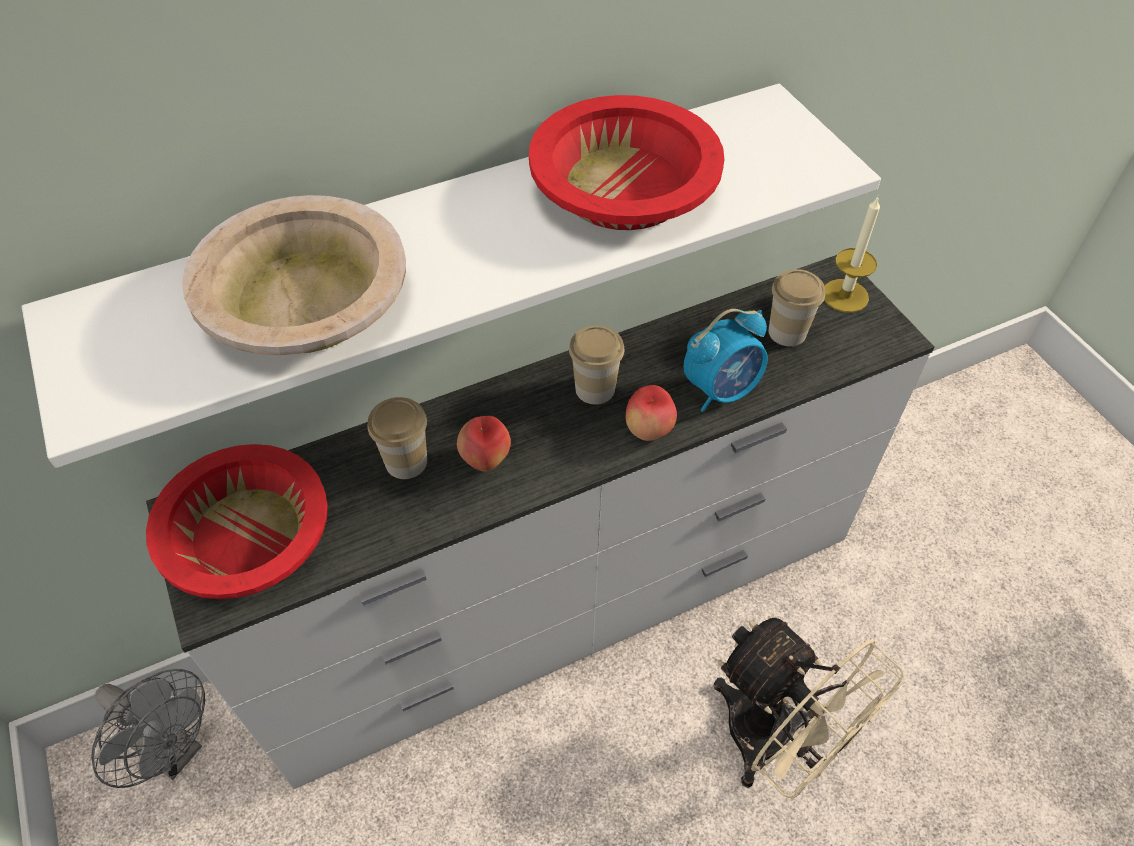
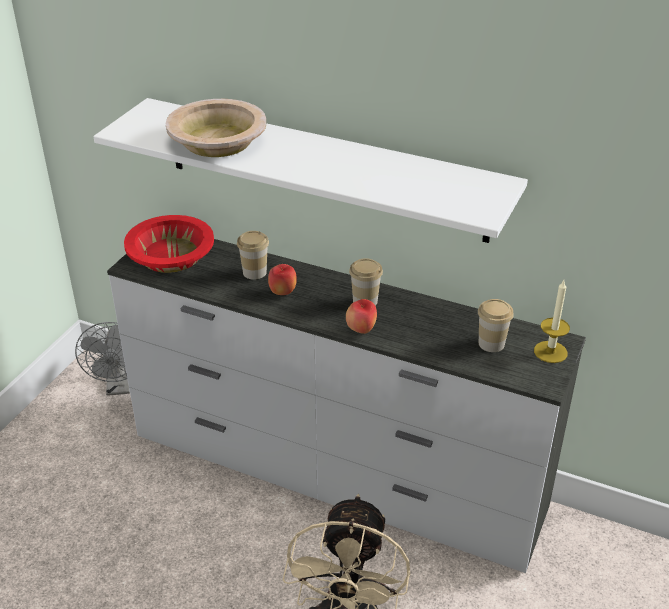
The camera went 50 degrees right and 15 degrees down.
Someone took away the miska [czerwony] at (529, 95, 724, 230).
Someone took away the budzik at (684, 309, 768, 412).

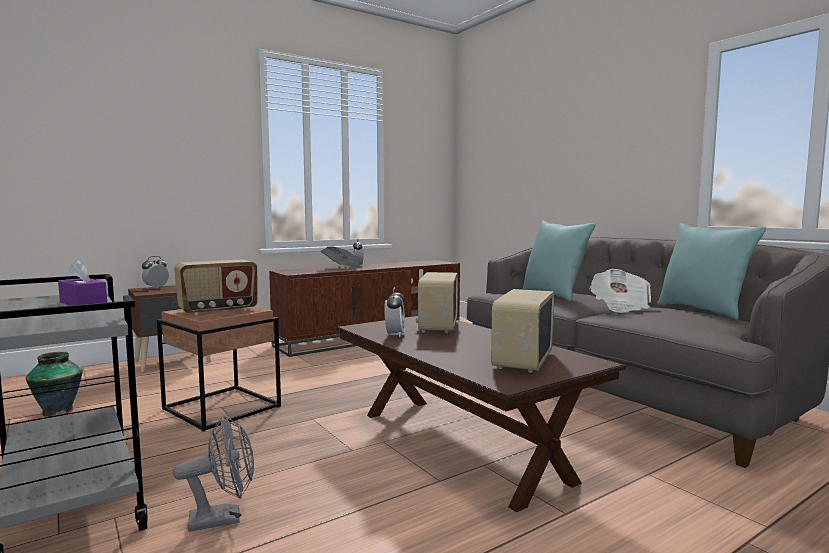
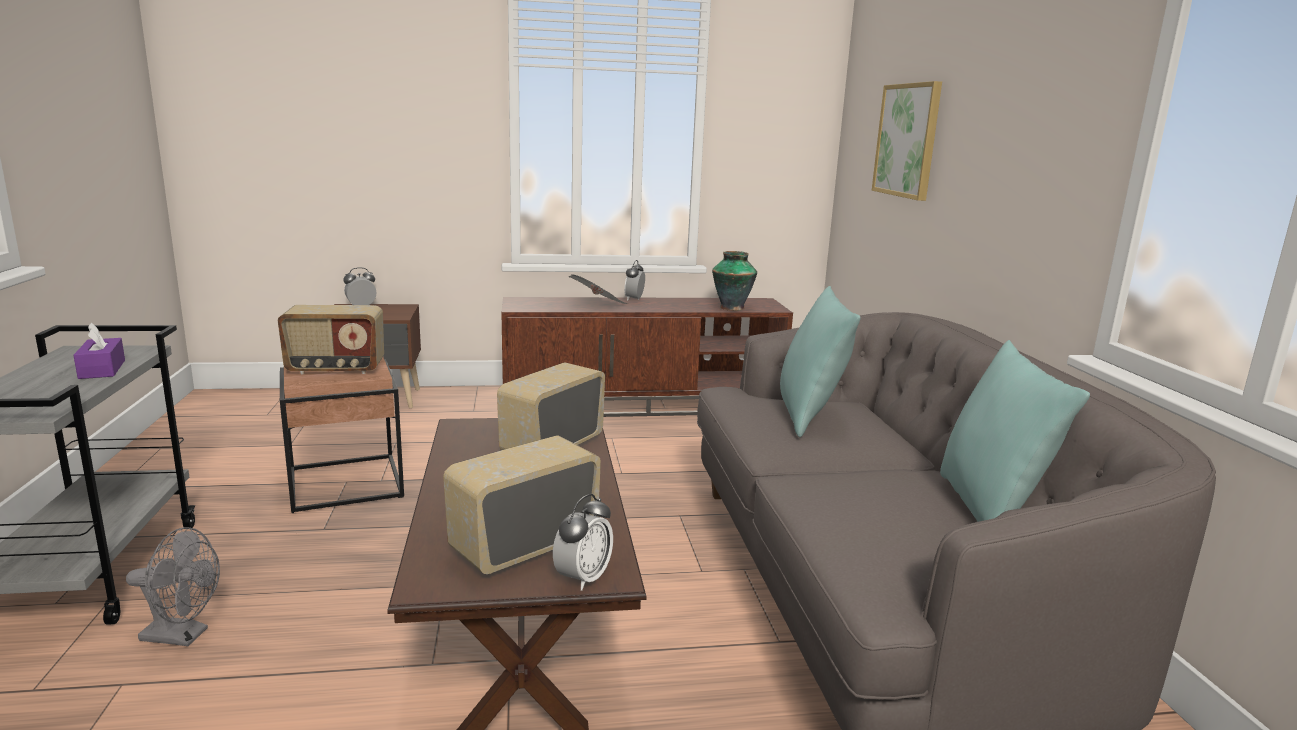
The camera went 25 degrees right and 10 degrees up.
Someone took away the gazeta at (589, 269, 651, 313).
Someone carried the budzik from (384, 287, 405, 337) to (553, 494, 613, 591).
Someone carried the wazon from (26, 352, 83, 417) to (712, 251, 757, 311).
Someone put up the obraz at (872, 81, 942, 201).

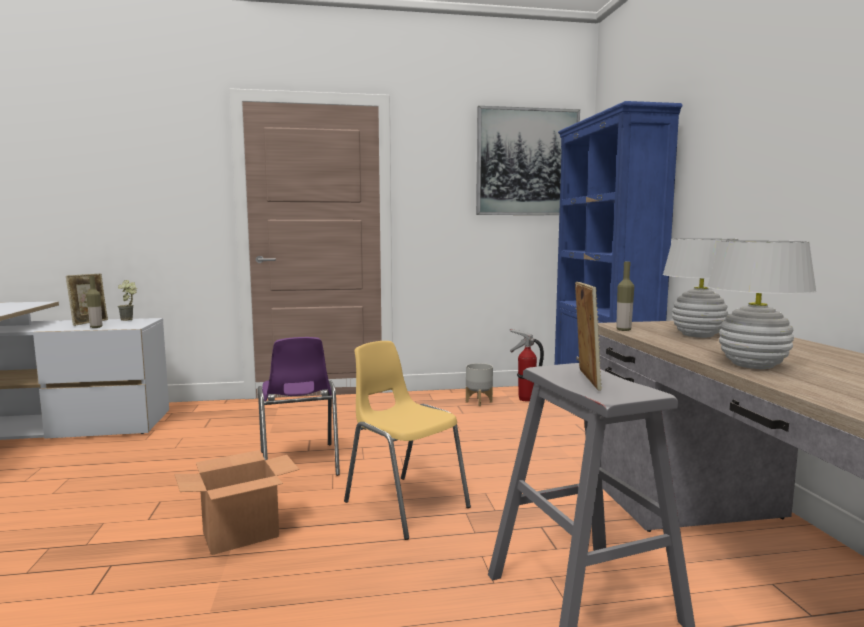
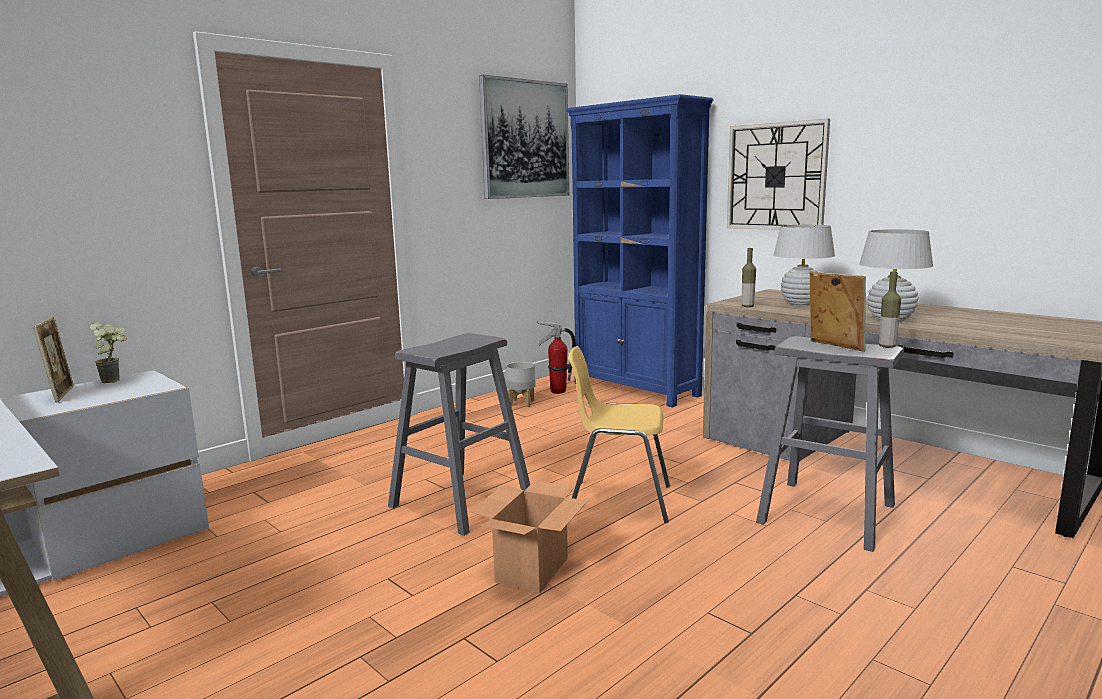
The camera went 35 degrees left and 5 degrees up.
Someone carried the butelka from (86, 276, 102, 328) to (879, 272, 901, 348).
Someone swapped the krzesło [fioletowy] at (258, 337, 340, 476) for the stołek [szary] at (388, 333, 530, 536).
Someone put up the zegar ścienny at (727, 119, 830, 230).

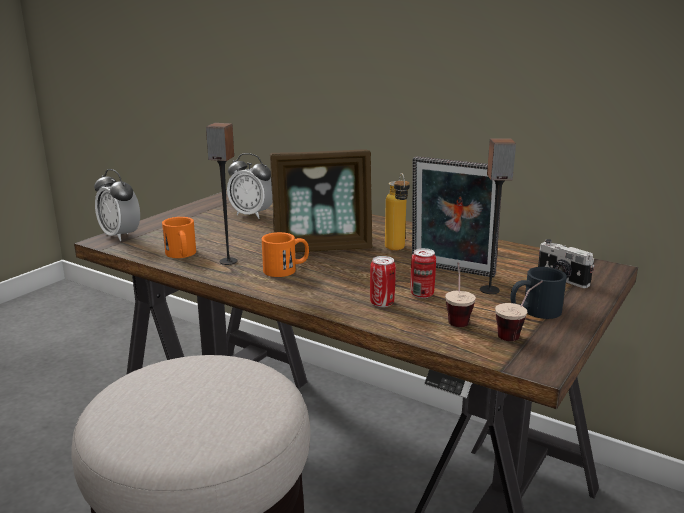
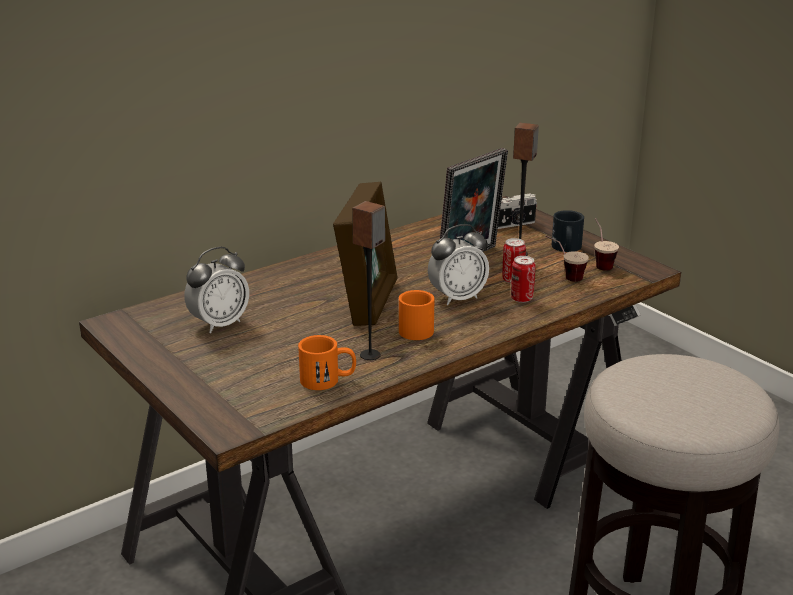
The camera went 70 degrees left and 5 degrees up.
Someone carried the budzik from (94, 169, 140, 241) to (428, 224, 489, 305).
Someone took away the butelka at (385, 173, 410, 250).

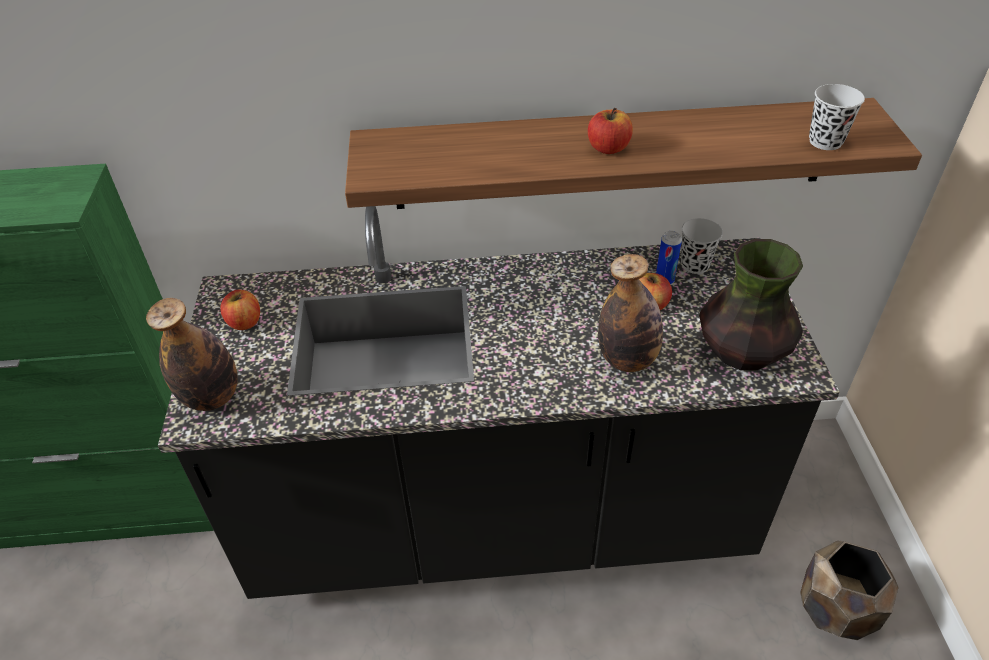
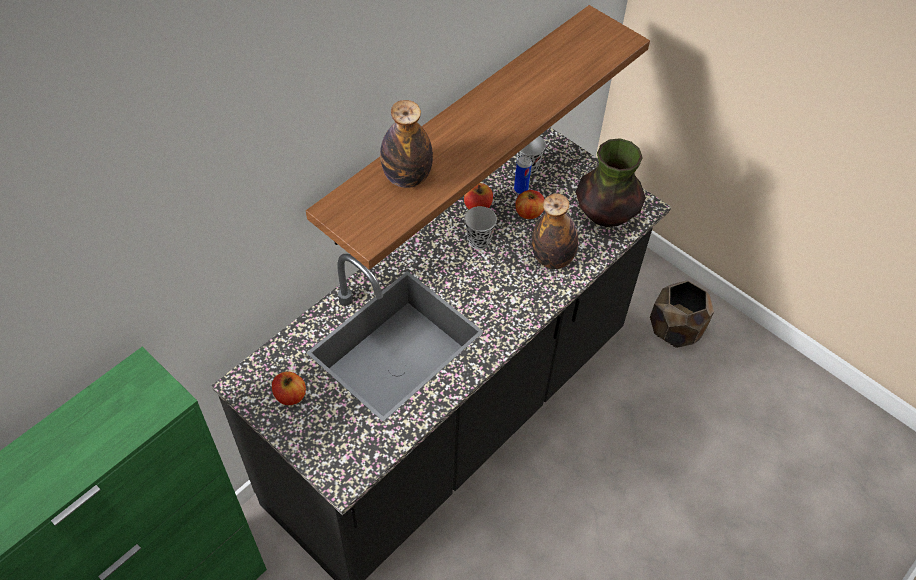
The camera went 45 degrees left and 10 degrees up.
Someone carried the filiżanka [czarny] from (809, 84, 865, 150) to (464, 206, 497, 249).
Someone carried the jabłko from (588, 108, 633, 154) to (464, 183, 493, 209).
Someone carried the butelka from (146, 298, 238, 411) to (380, 100, 433, 188).

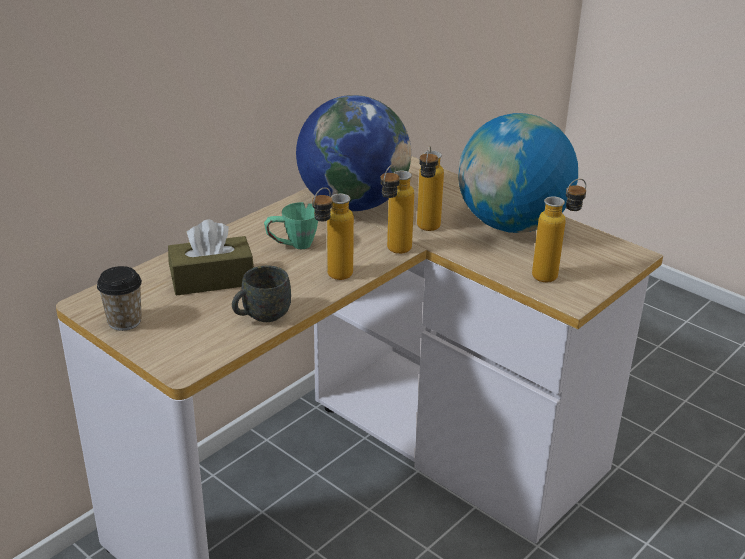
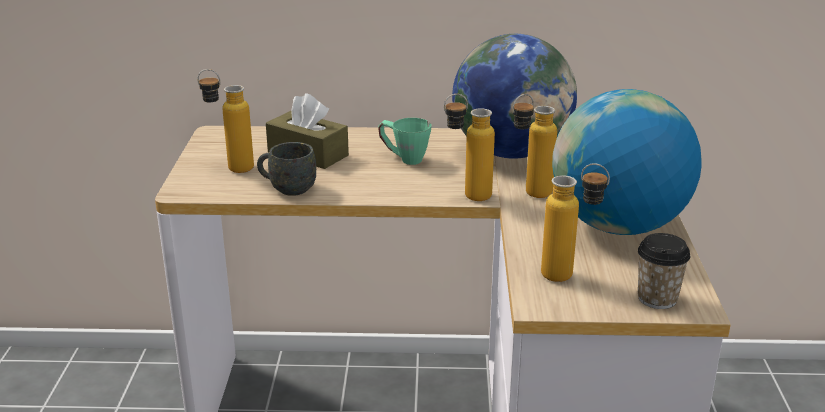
The camera went 50 degrees right and 5 degrees down.
Someone carried the butelka from (312, 187, 354, 280) to (197, 69, 254, 173).
Someone carried the filiżanka from (97, 266, 142, 331) to (638, 233, 690, 309).

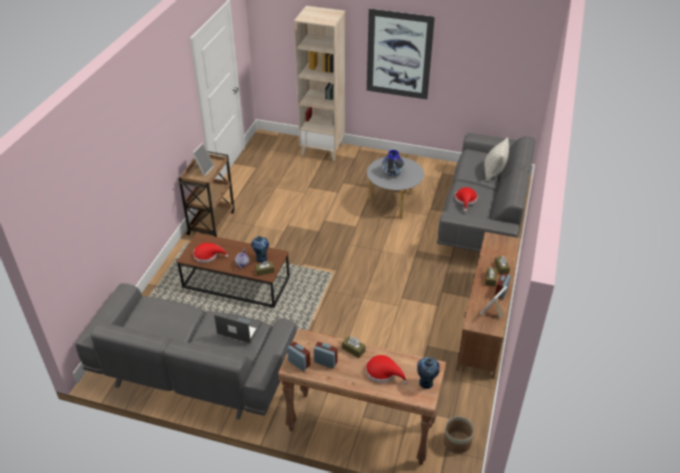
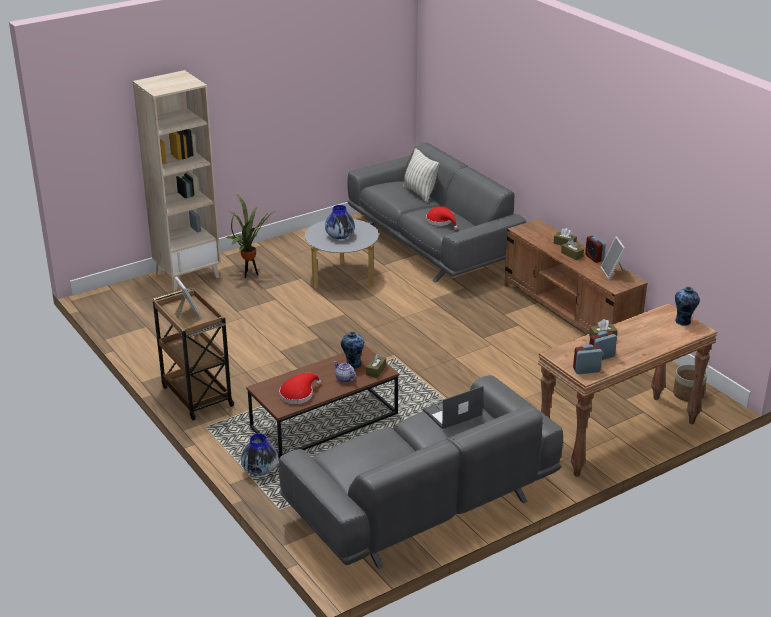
The camera went 50 degrees left and 10 degrees down.
Someone took away the obraz at (367, 9, 435, 99).
Someone took away the kapelusz [czerwony] at (366, 355, 408, 385).
Someone put down the roślina doniczkowa at (226, 194, 276, 278).
Someone put down the wazon at (241, 434, 278, 476).

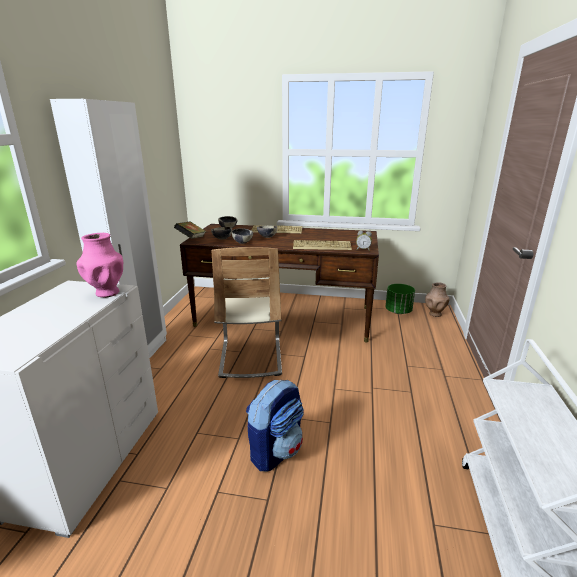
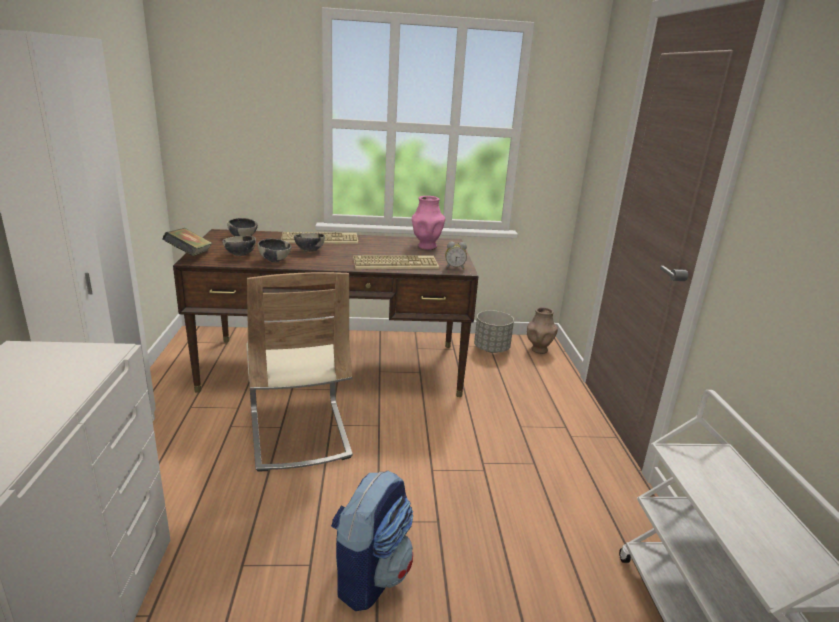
The camera went 15 degrees left and 0 degrees up.
Someone carried the wazon [różowy] from (76, 233, 123, 297) to (412, 196, 445, 250).
Someone repainted the donica [zielony] at (385, 284, 415, 314), which became the donica [szary] at (474, 310, 514, 353).

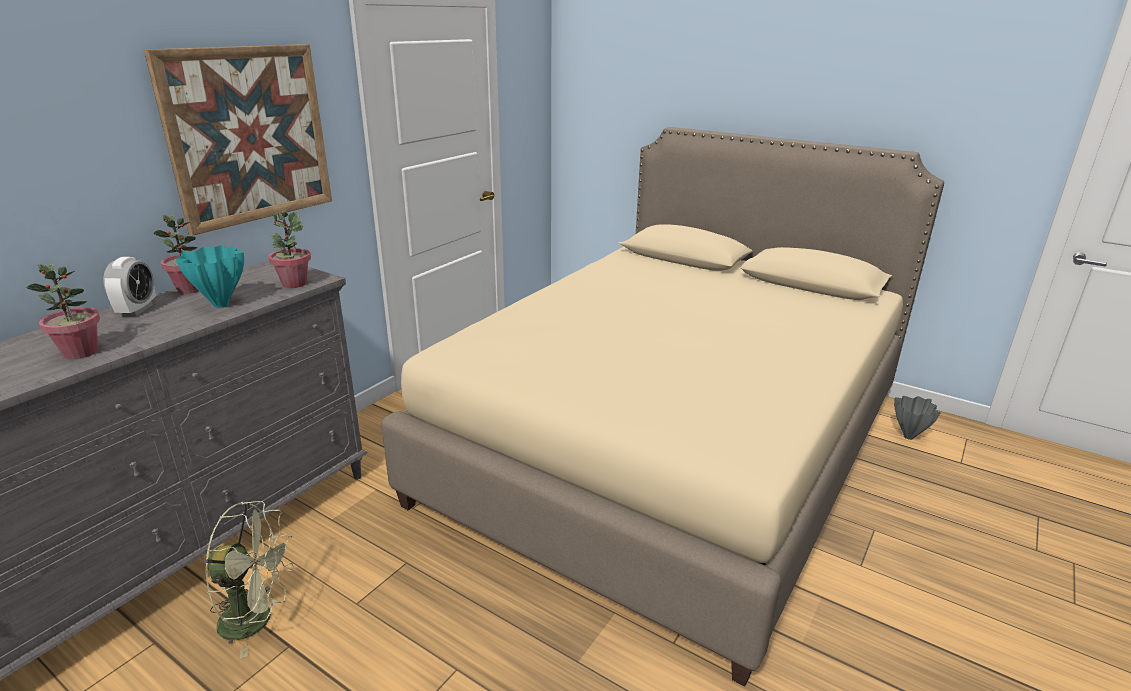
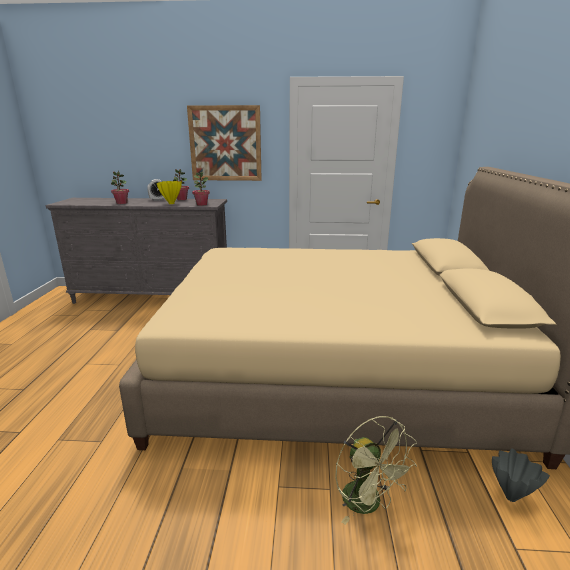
The camera went 60 degrees right and 5 degrees down.
Someone repainted the wazon [turkusowy] at (175, 245, 244, 308), which became the wazon [żółty] at (157, 181, 182, 204).
Someone carried the wentylator [zielony] from (204, 501, 294, 658) to (335, 416, 417, 525).

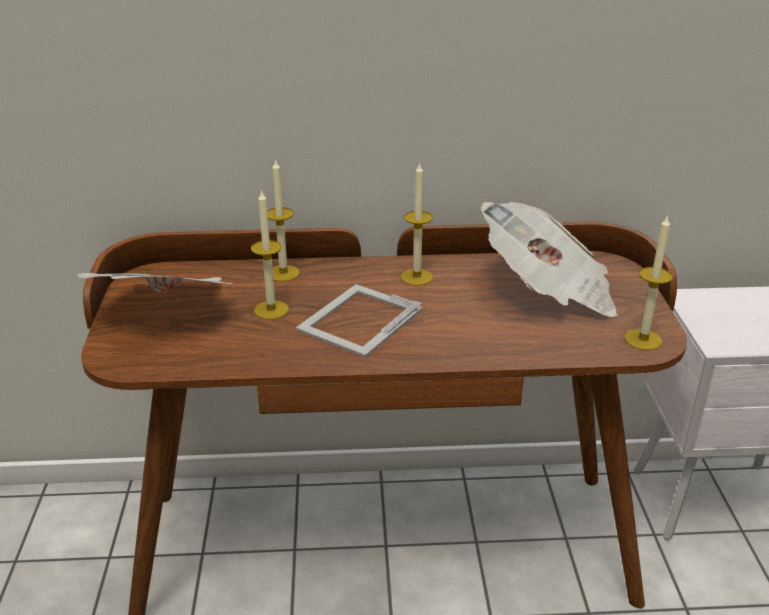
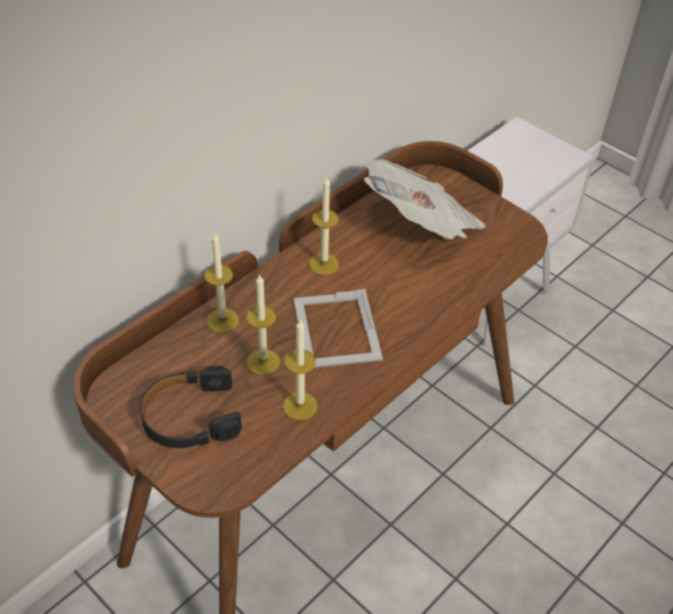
The camera went 45 degrees left and 15 degrees up.
Someone carried the świeca from (624, 214, 673, 350) to (283, 319, 317, 420).
Someone swapped the gazeta at (77, 273, 233, 294) for the słuchawki [czarny] at (140, 366, 242, 448).

